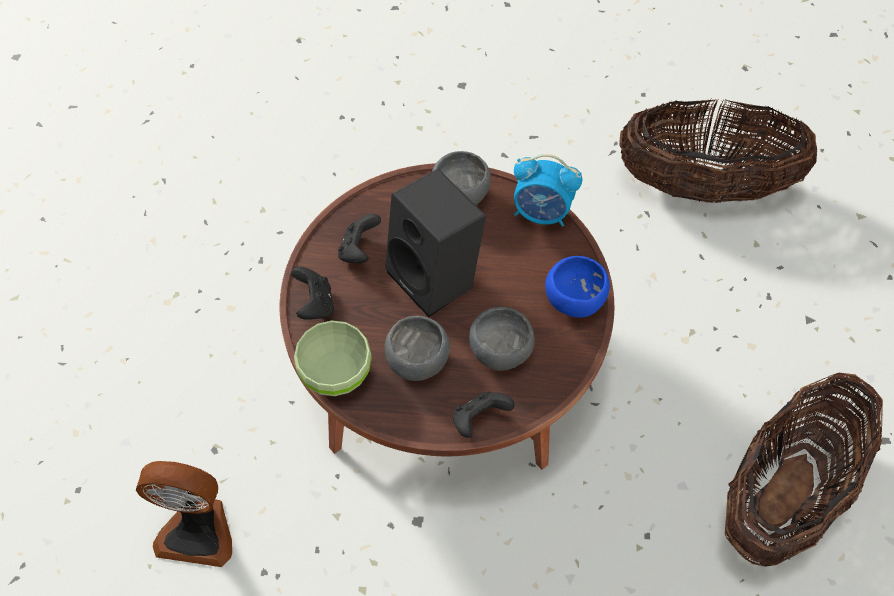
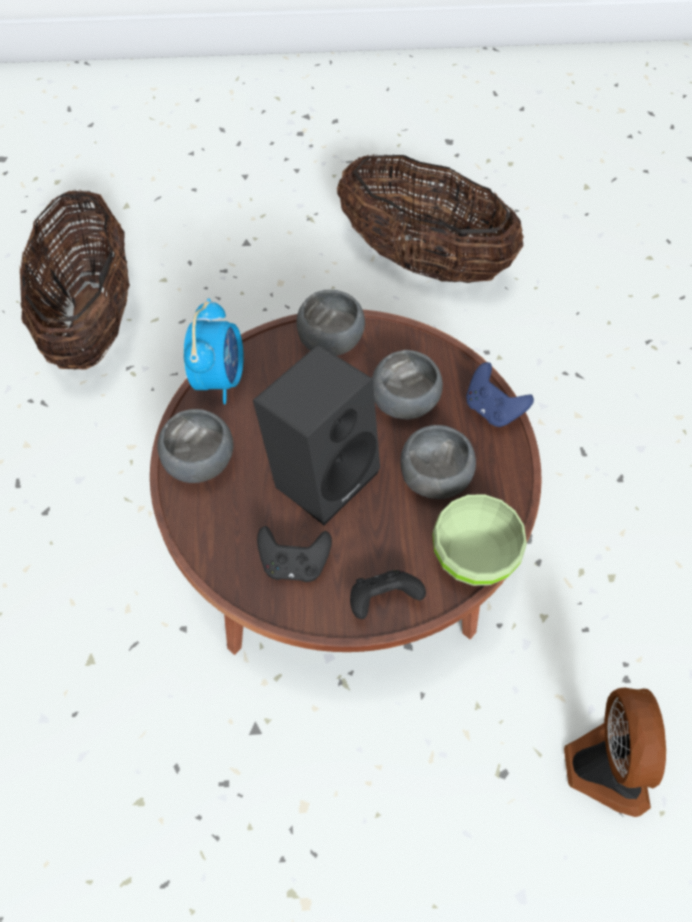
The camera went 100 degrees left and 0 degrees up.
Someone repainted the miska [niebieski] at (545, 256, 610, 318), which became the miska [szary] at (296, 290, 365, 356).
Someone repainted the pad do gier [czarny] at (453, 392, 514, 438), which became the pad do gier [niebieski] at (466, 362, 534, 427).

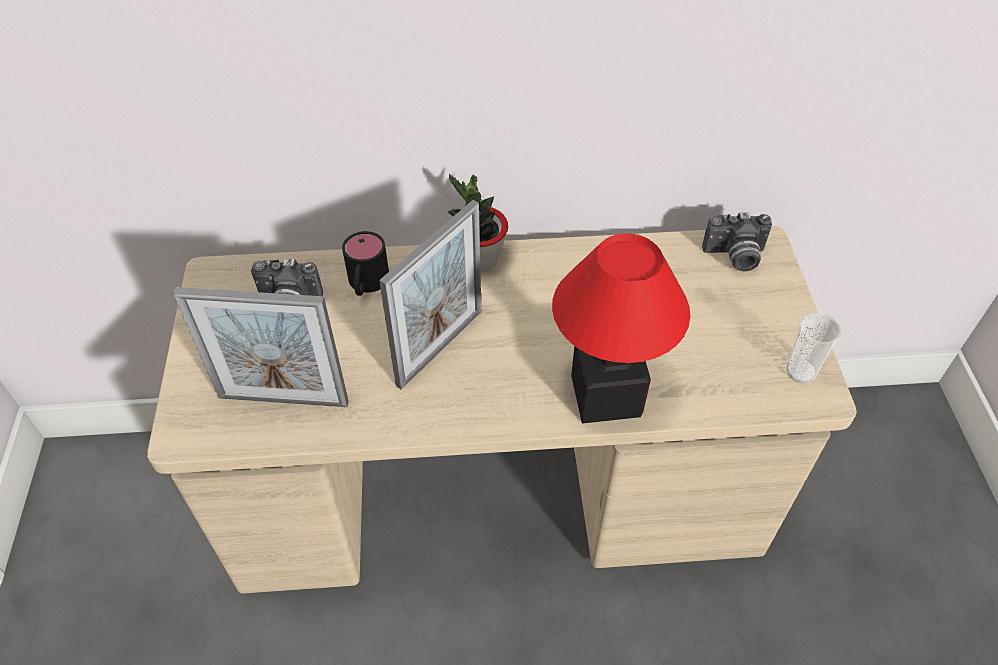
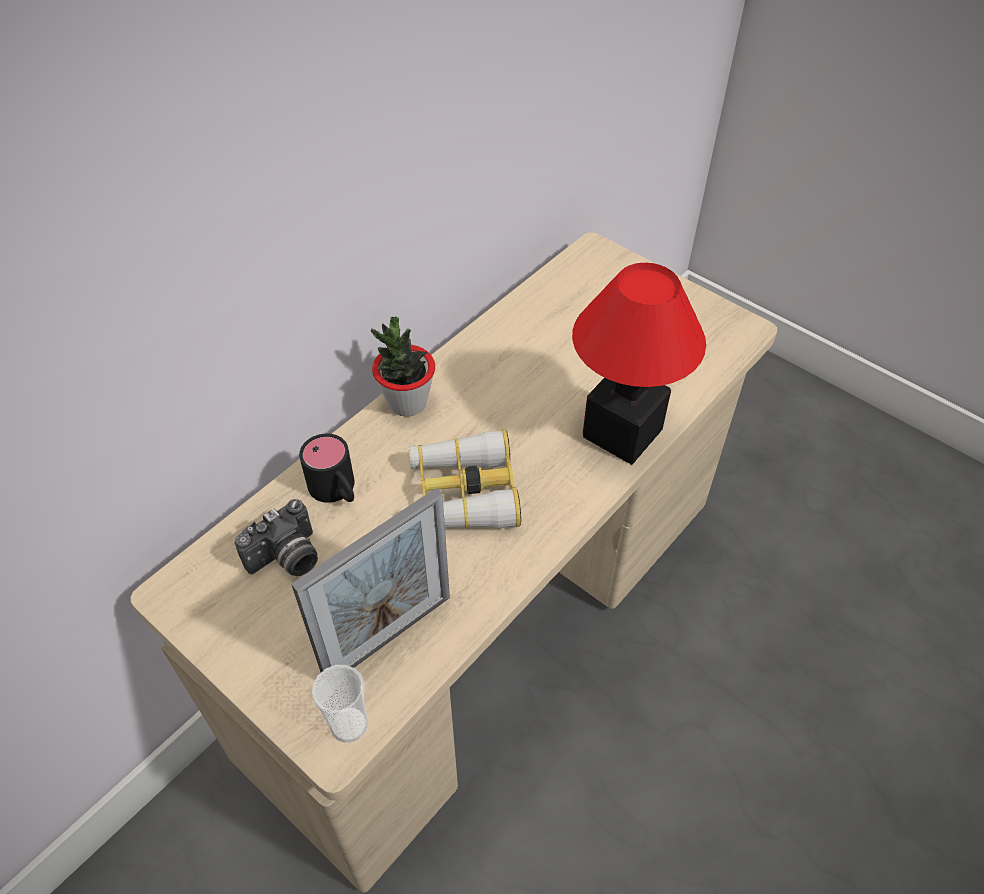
The camera went 45 degrees left and 0 degrees up.
Someone swapped the ramka na zdjęcie at (379, 200, 481, 389) for the lornetka at (409, 429, 521, 528).
Someone took away the aparat fotograficzny at (702, 212, 772, 272).
Someone carried the filiżanka from (786, 313, 842, 383) to (312, 665, 368, 743).

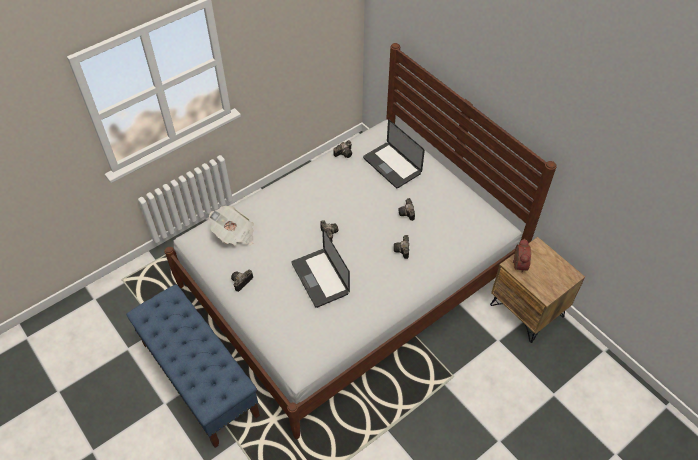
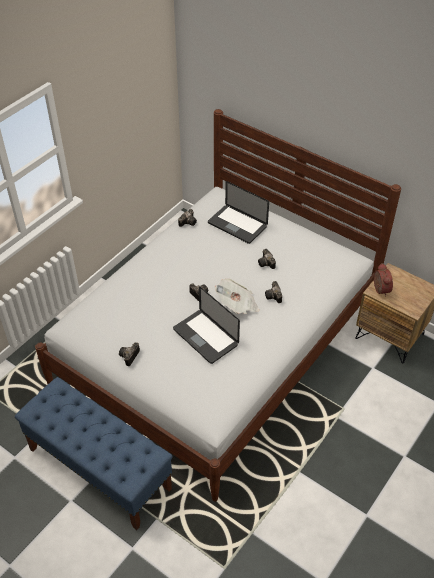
The camera went 15 degrees left and 5 degrees down.
Someone carried the gazeta from (209, 206, 254, 245) to (215, 279, 259, 314).

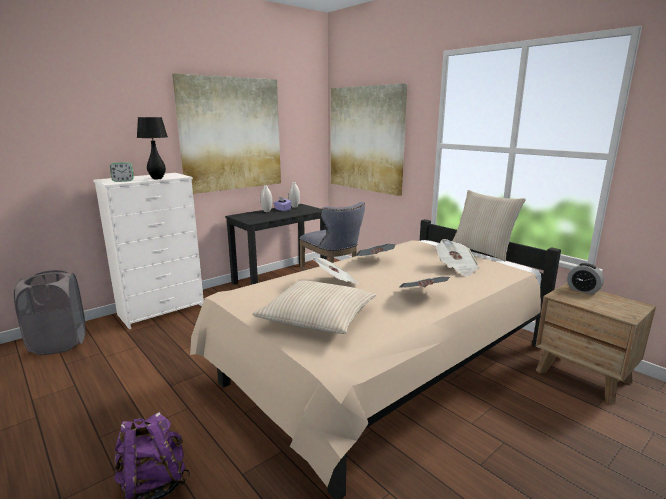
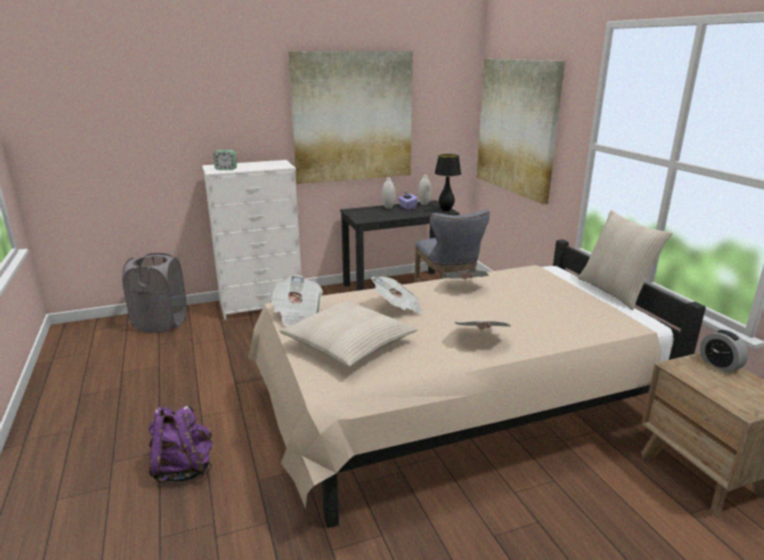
The camera went 20 degrees right and 5 degrees up.
Someone carried the lampa stołowa [czarny] from (137, 117, 168, 179) to (435, 154, 461, 211).
Someone carried the gazeta from (436, 239, 480, 277) to (270, 275, 323, 327).

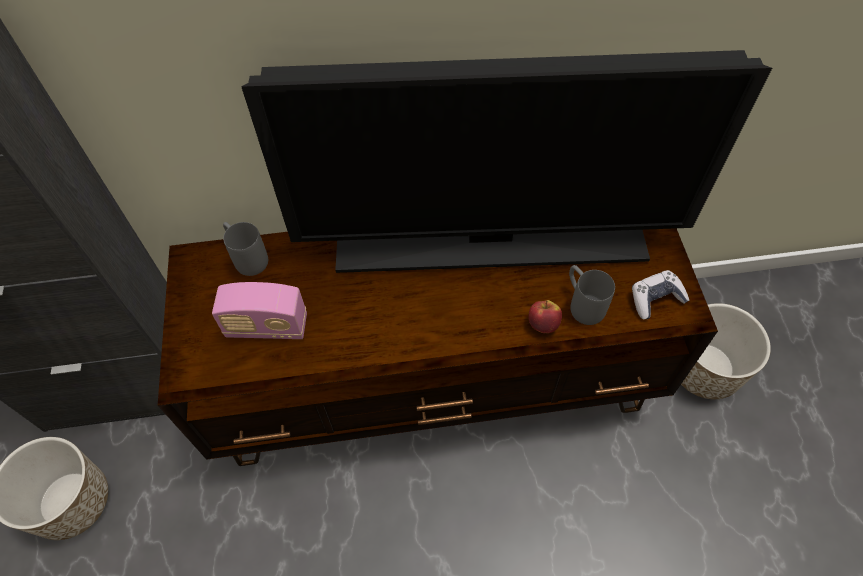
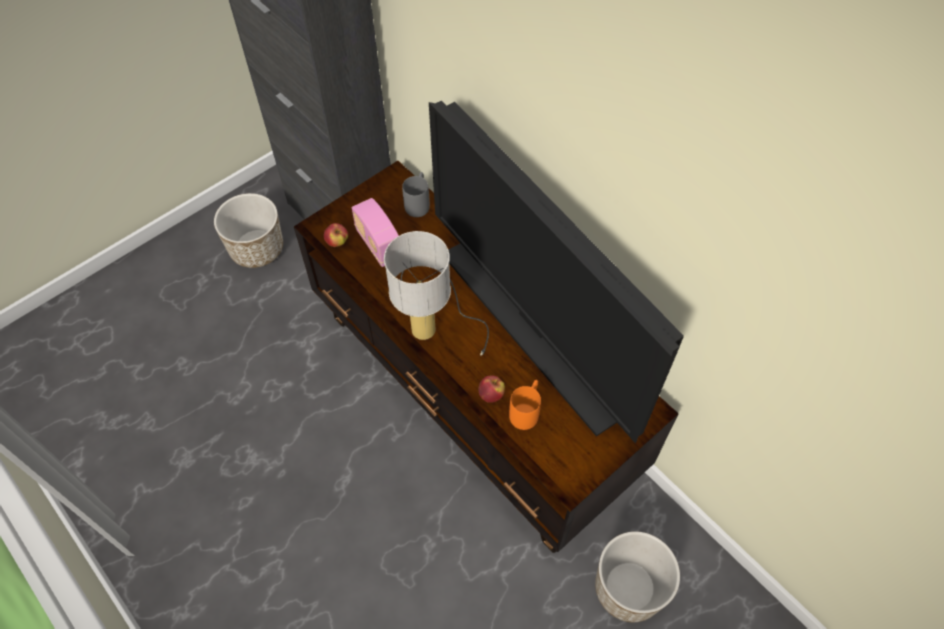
The camera went 55 degrees right and 0 degrees up.
Someone repainted the kubek [szary] at (569, 265, 615, 325), which became the kubek [pomarańczowy] at (509, 380, 541, 430).
Someone took away the pad do gier at (632, 270, 689, 319).
Someone put down the jabłko at (324, 223, 348, 247).
Someone put down the lampa stołowa at (384, 231, 489, 356).

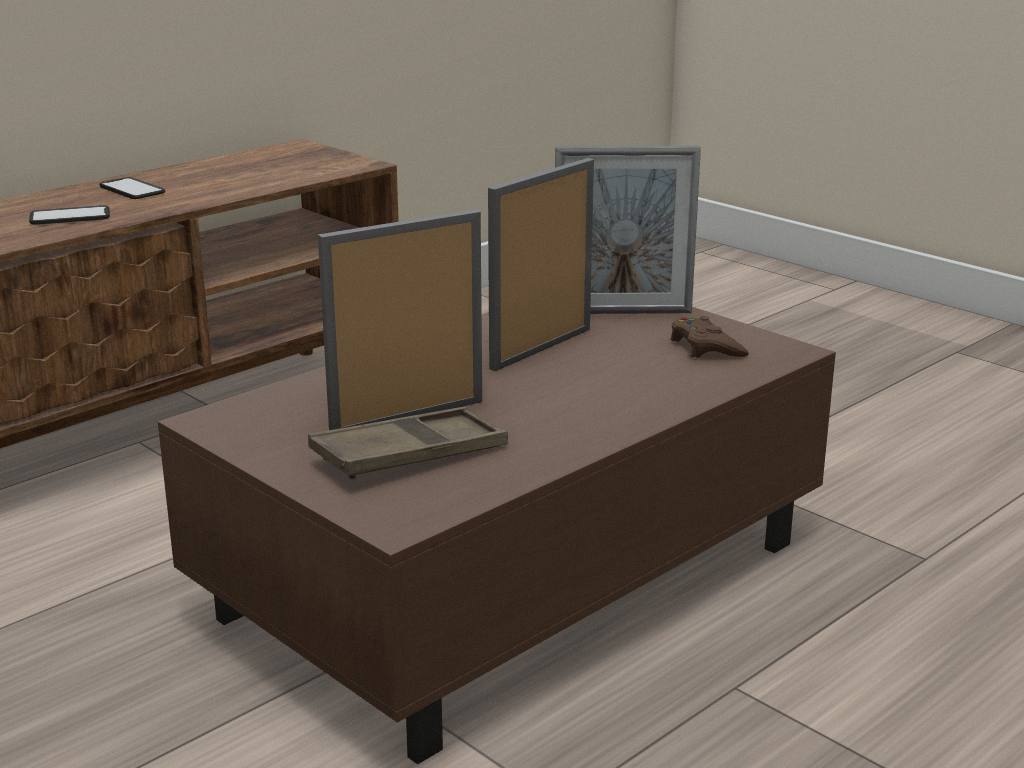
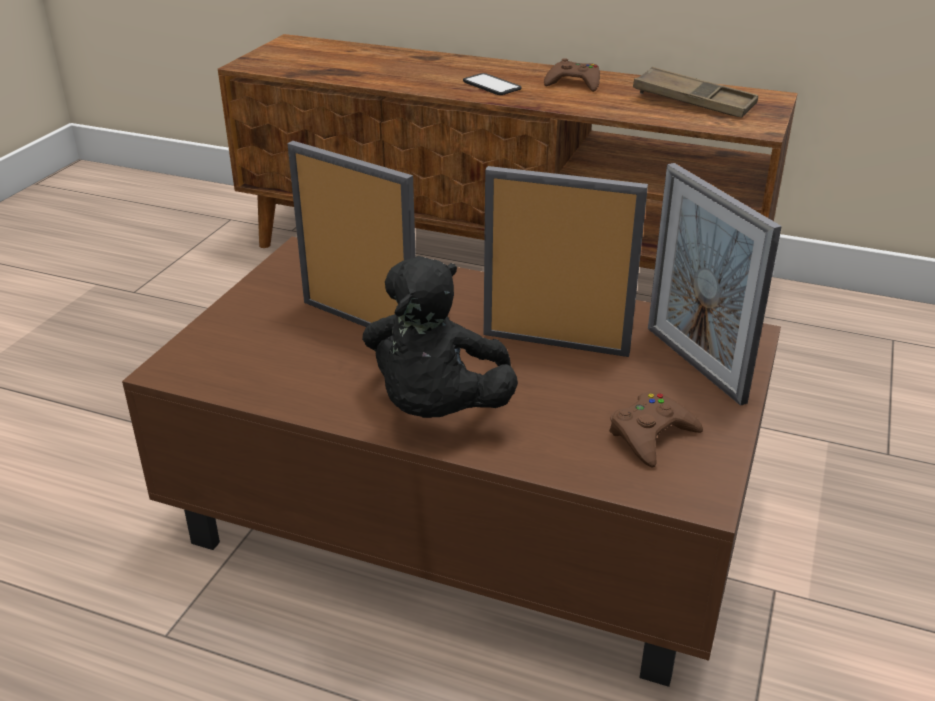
The camera went 65 degrees right and 10 degrees up.
Someone swapped the telefon at (99, 177, 165, 199) for the pad do gier [brązowy] at (544, 58, 600, 92).
Someone carried the taca [brązowy] from (308, 407, 508, 480) to (633, 67, 758, 118).
Someone put down the pluszak [czarny] at (362, 256, 518, 418).

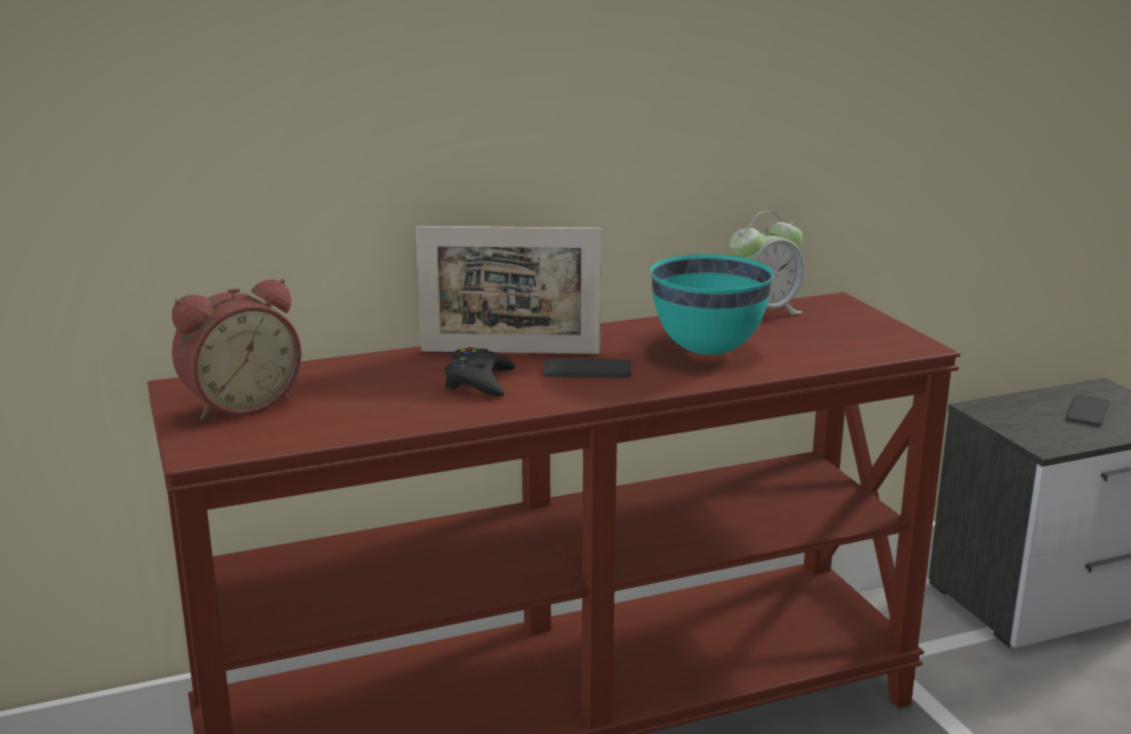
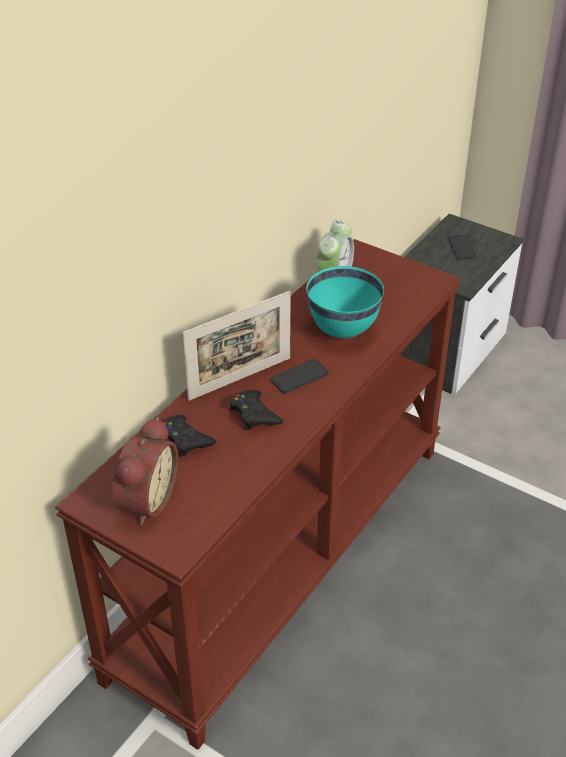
The camera went 35 degrees left and 20 degrees up.
Someone put down the pad do gier [czarny] at (163, 415, 216, 457).

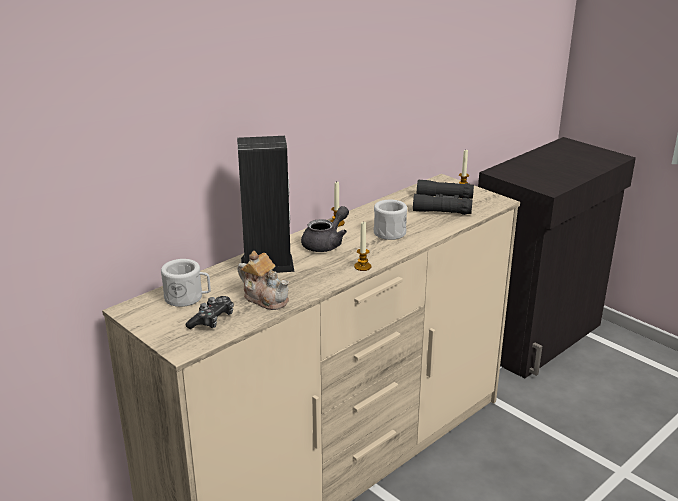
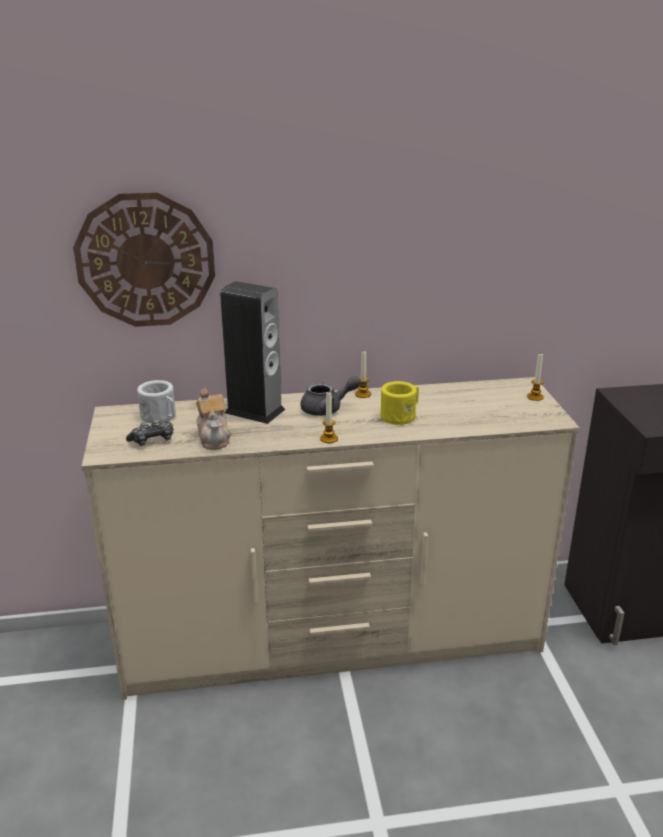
The camera went 35 degrees right and 0 degrees up.
Someone took away the lornetka [czarny] at (413, 179, 474, 215).
Someone repainted the kubek [biały] at (374, 200, 407, 240), which became the kubek [żółty] at (380, 381, 419, 425).
Someone put up the zegar ścienny at (73, 192, 215, 327).

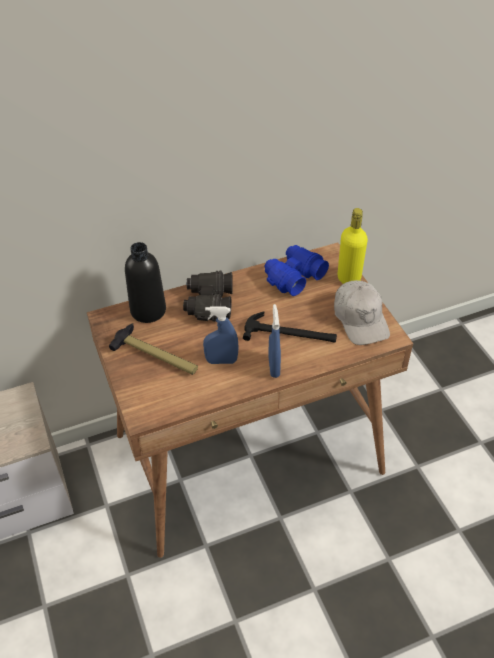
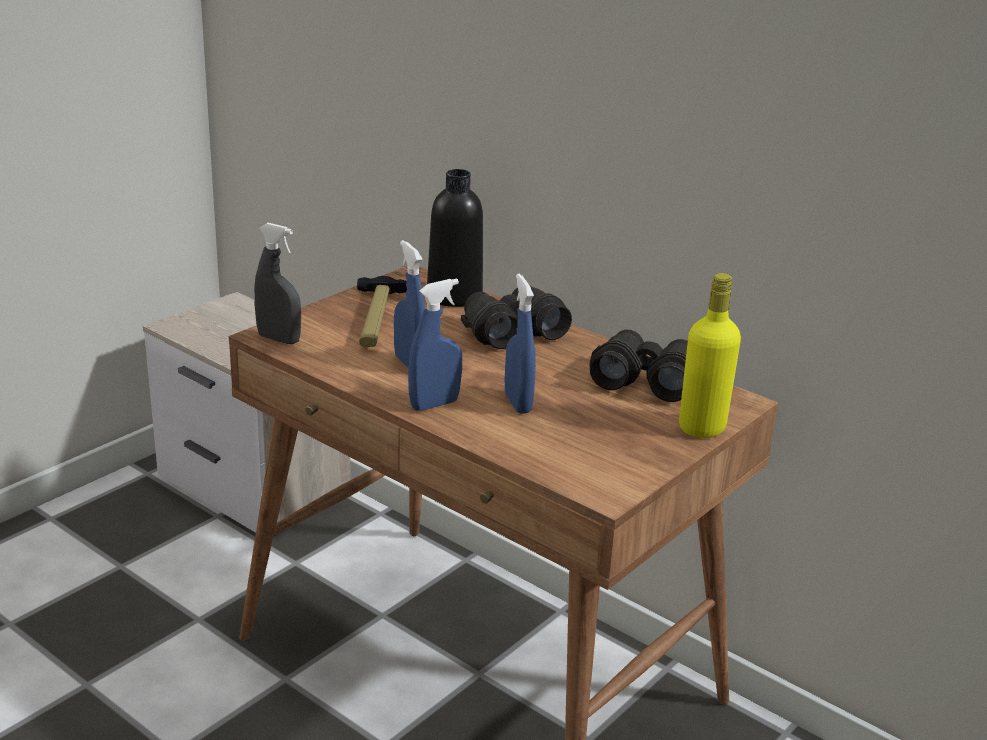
The camera went 60 degrees right and 20 degrees down.
Someone repainted the lornetka [niebieski] at (264, 245, 329, 296), which became the lornetka [czarny] at (589, 330, 688, 402).
Someone took away the czapka z daszkiem [biały] at (334, 280, 390, 345).
Someone swapped the młotek at (243, 312, 337, 343) for the spryskiwacz [niebieski] at (505, 274, 536, 414).
Someone put down the spryskiwacz [szary] at (254, 223, 301, 344).

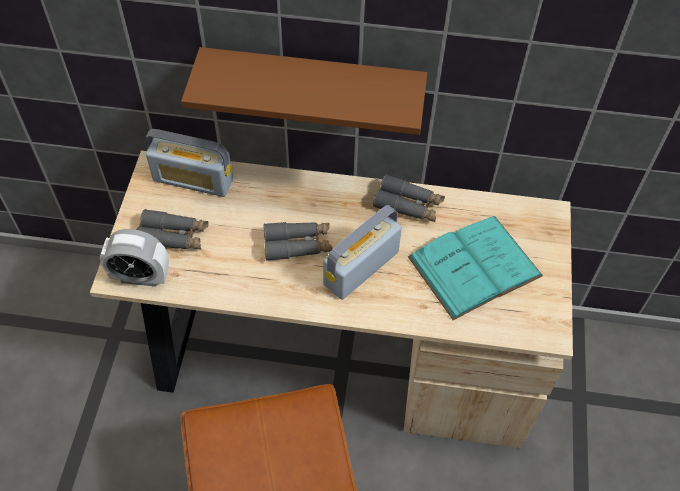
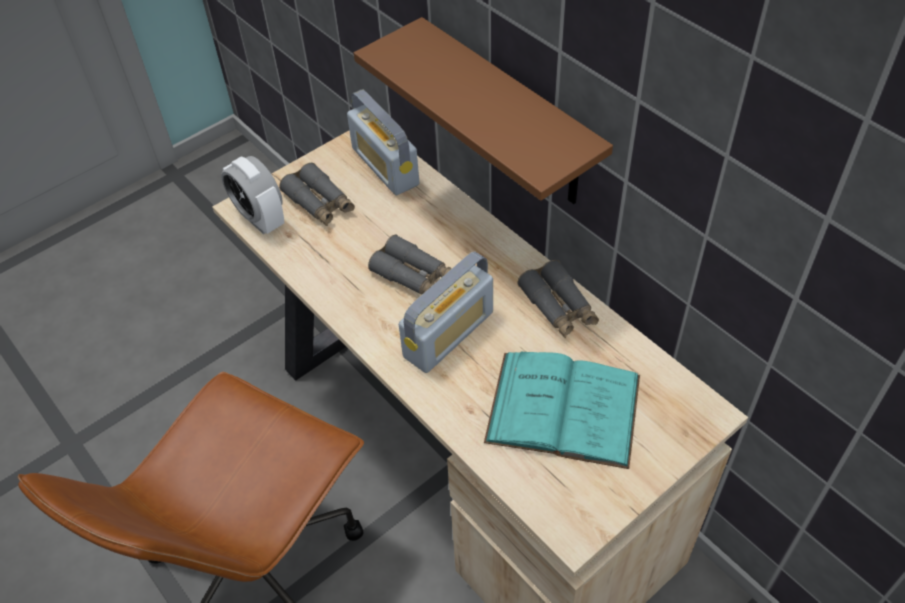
The camera went 45 degrees right and 5 degrees down.
Someone rotated the radio at (323, 205, 402, 300) by 135 degrees clockwise.

